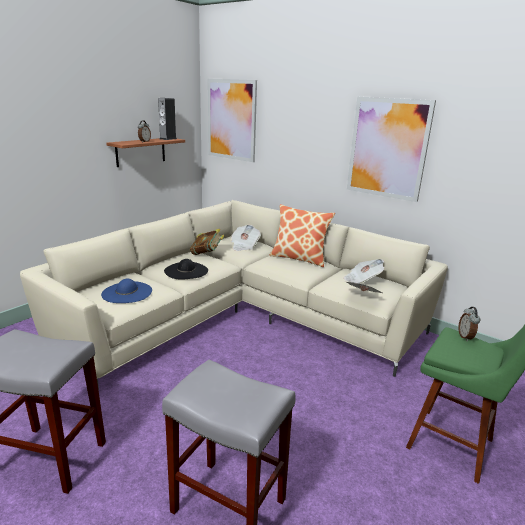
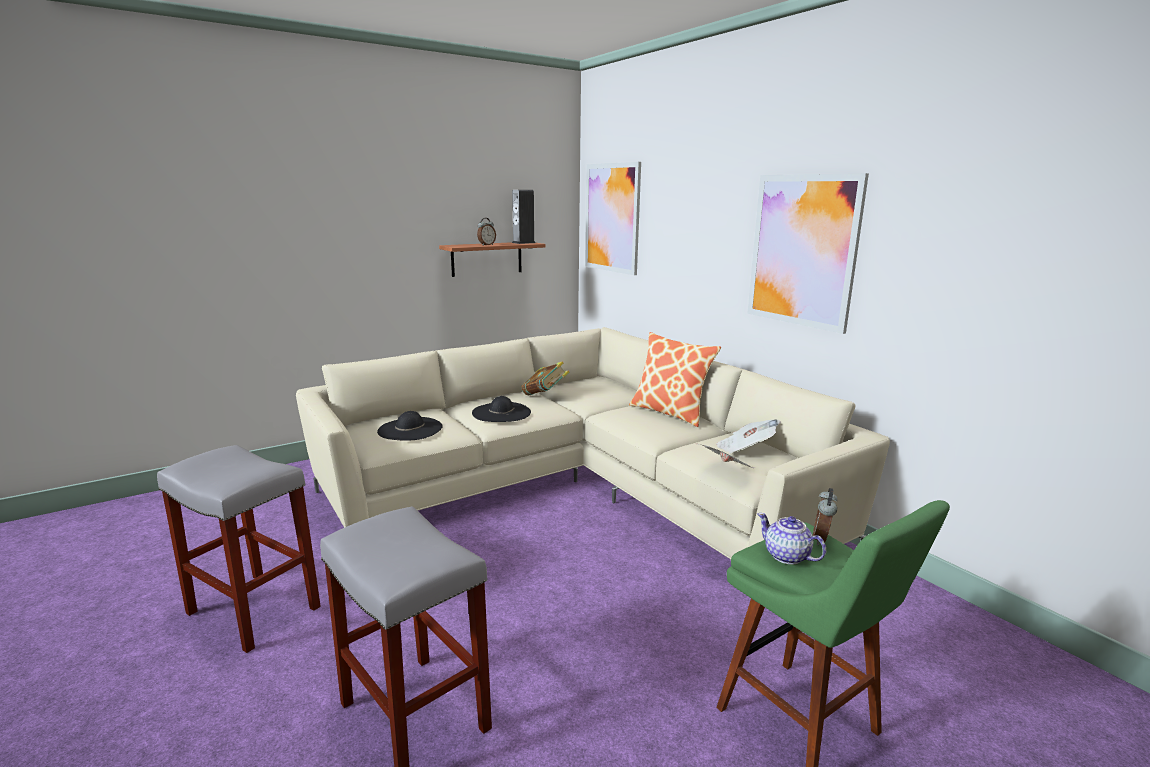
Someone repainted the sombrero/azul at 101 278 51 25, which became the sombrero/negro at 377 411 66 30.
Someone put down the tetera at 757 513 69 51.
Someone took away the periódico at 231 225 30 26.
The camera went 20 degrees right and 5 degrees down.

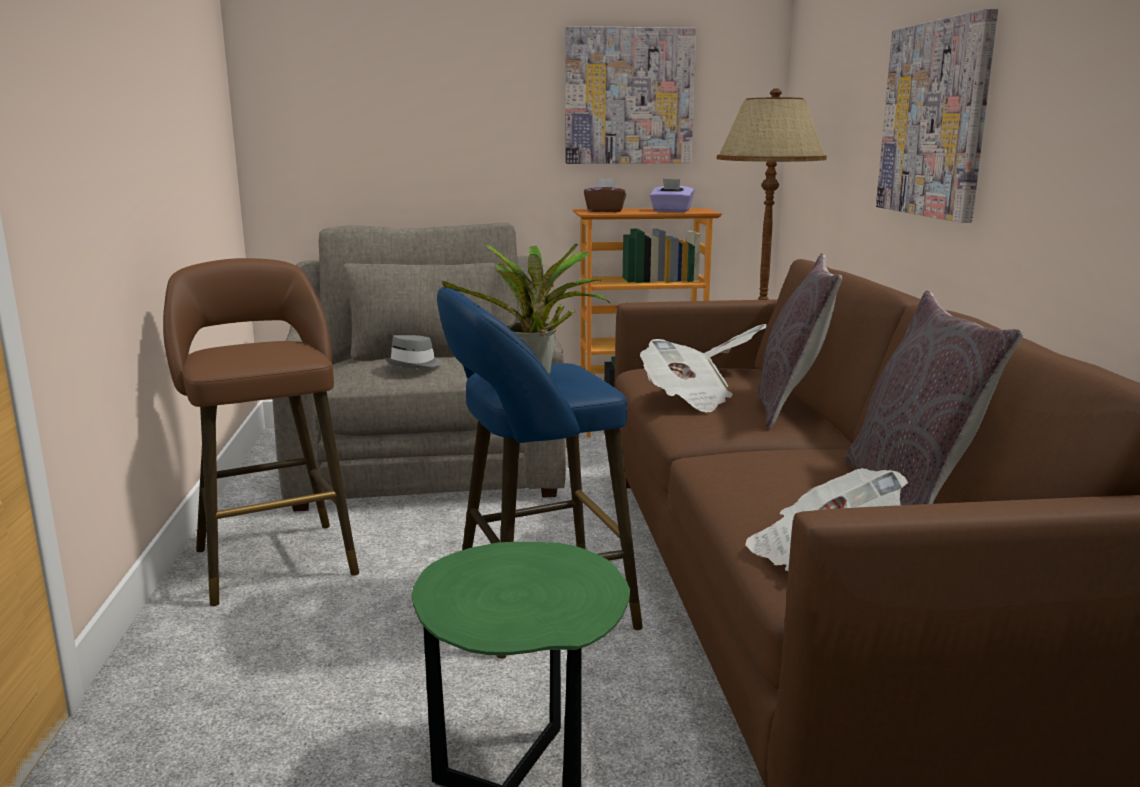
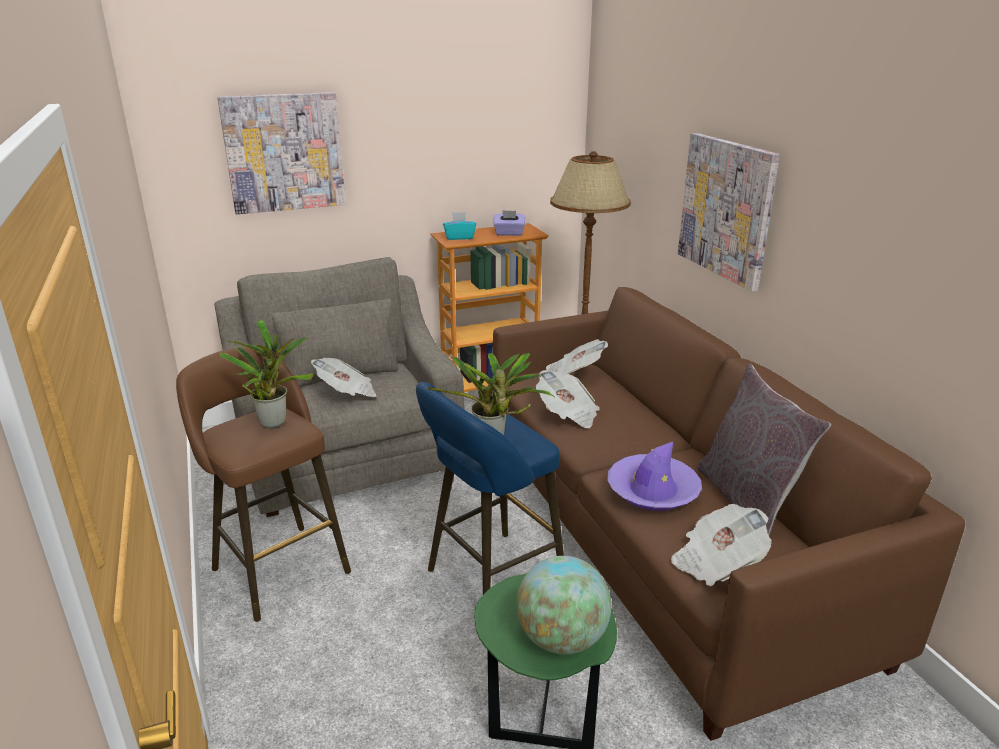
Someone carried the cuadro from 565 26 131 138 to 217 92 129 122.
Someone put down the planta en maceta at 219 319 94 109.
Someone swapped the sombrero/gris at 385 335 58 34 for the periódico at 311 358 66 39.
Someone repainted the caja de pañuelos/marrón at 584 178 42 34, which became the caja de pañuelos/turquesa at 443 212 33 28.
Someone put down the globo terráqueo at 516 556 95 99.
Someone put down the sombrero/morado at 607 442 95 69.
Someone took away the cojín/gris at 758 253 84 175.
The camera went 15 degrees left and 10 degrees up.

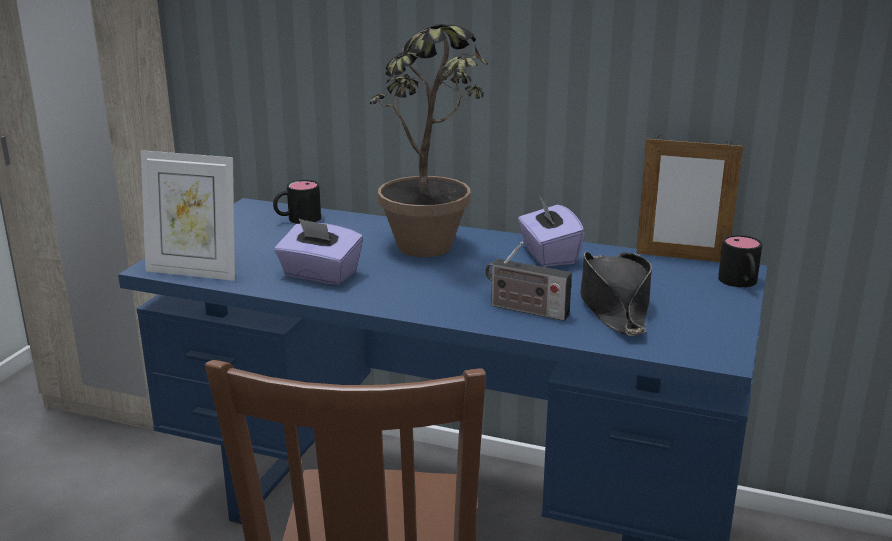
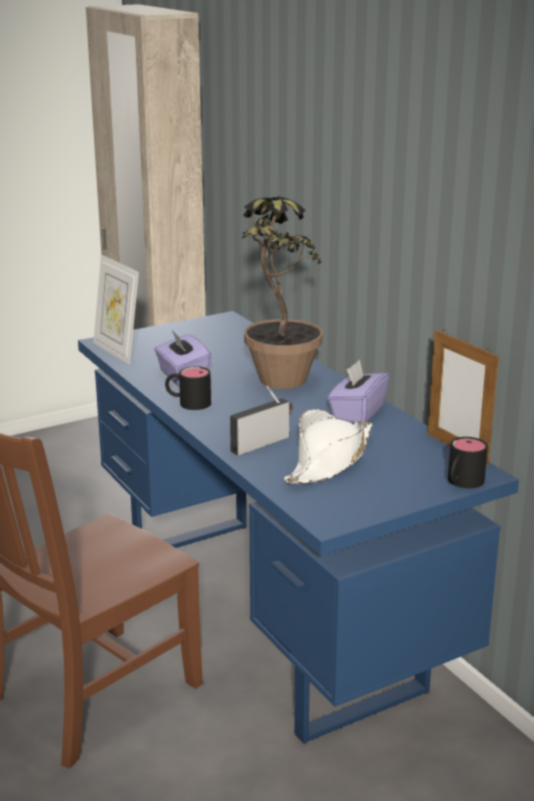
Someone carried the taza grande/negro from 273 180 48 44 to 165 366 46 44.
Someone rotated the radio at 485 242 87 79 by 75 degrees clockwise.
Someone repainted the sombrero/negro at 580 252 72 84, which became the sombrero/blanco at 284 409 88 75.
The camera went 40 degrees right and 0 degrees up.

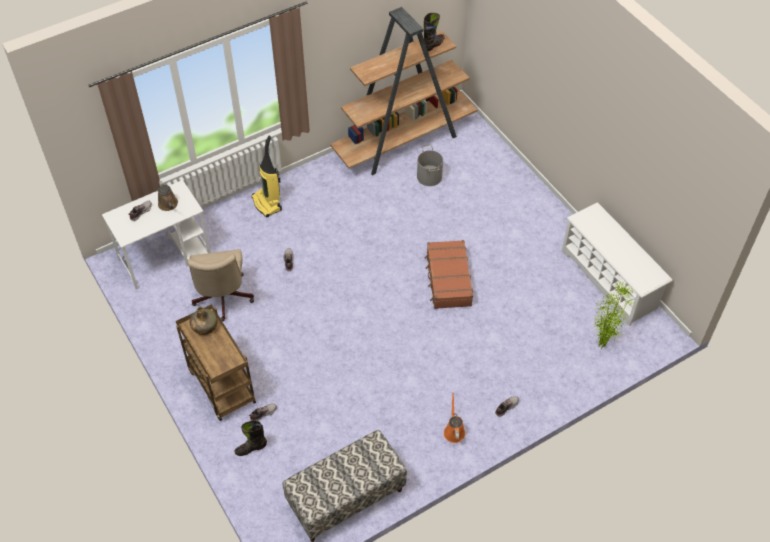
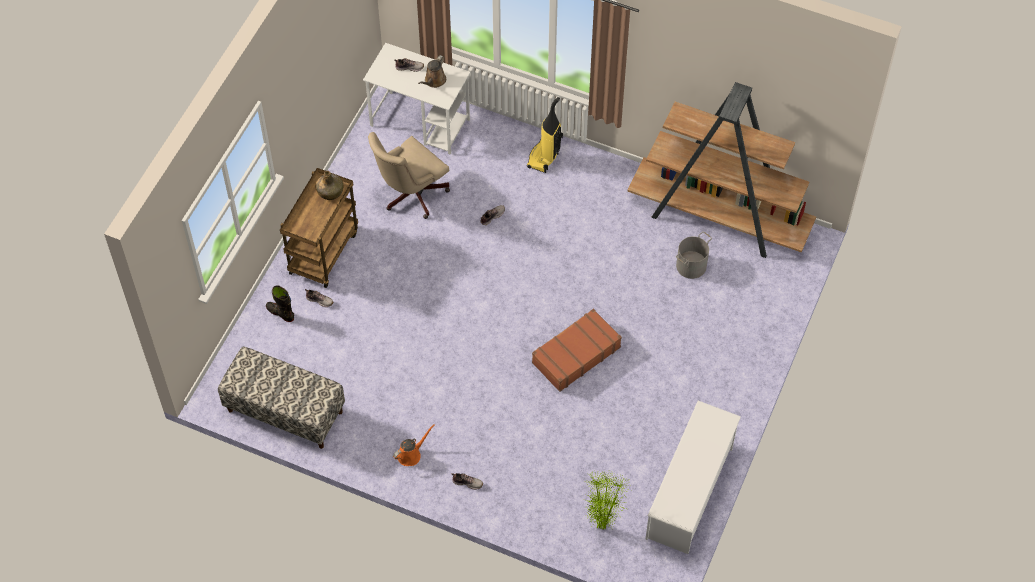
Someone took away the bota/negro at 424 13 20 39.
The camera went 55 degrees right and 5 degrees up.

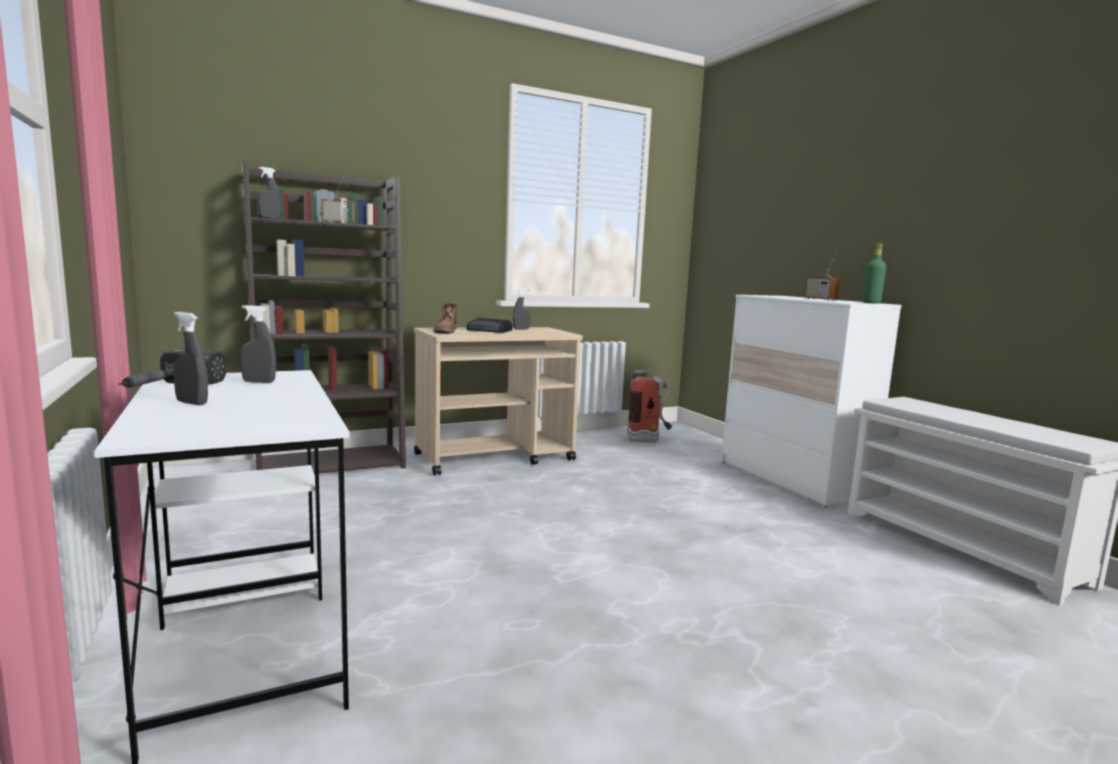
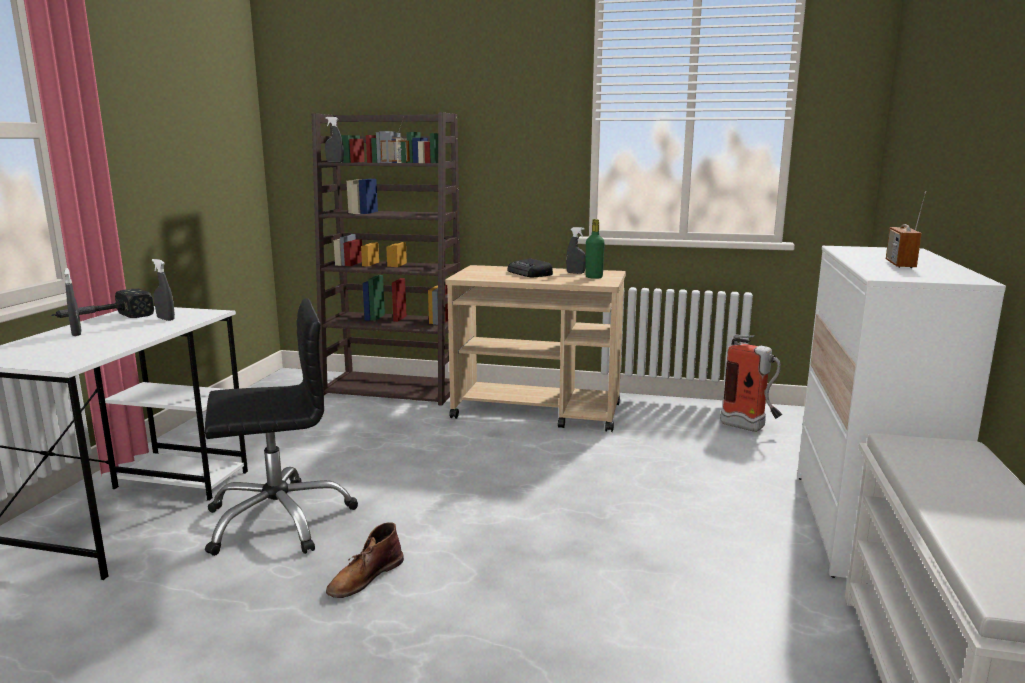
Someone put down the silla de oficina/negro at 205 298 153 258.
Someone carried the bota/marrón from 433 303 24 31 to 326 522 78 76.
Someone carried the botella/verde from 862 243 24 61 to 585 219 20 60.
The camera went 40 degrees right and 5 degrees up.

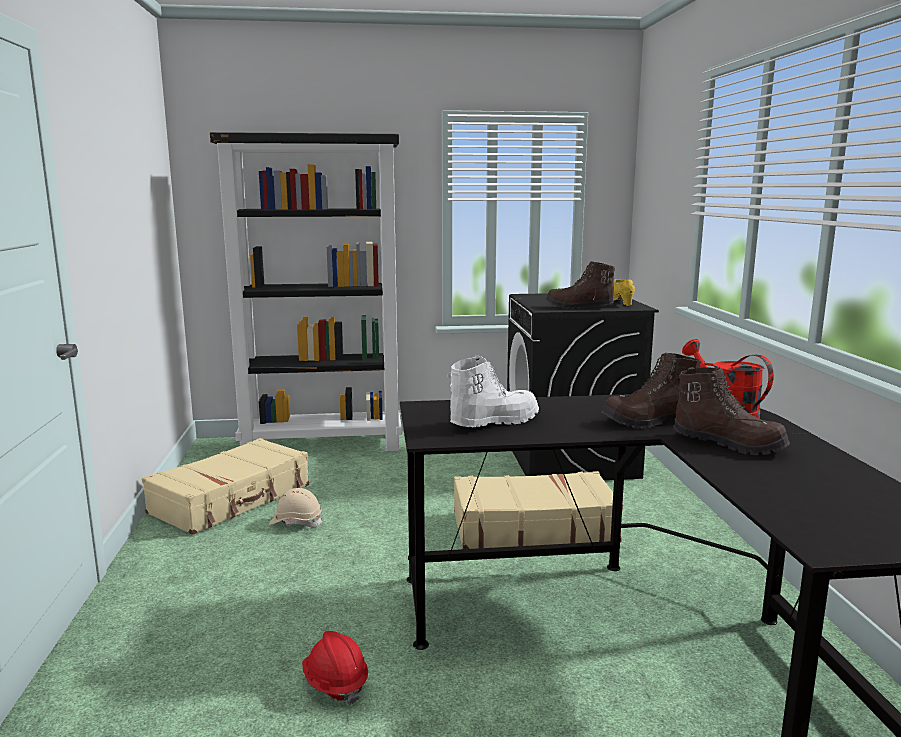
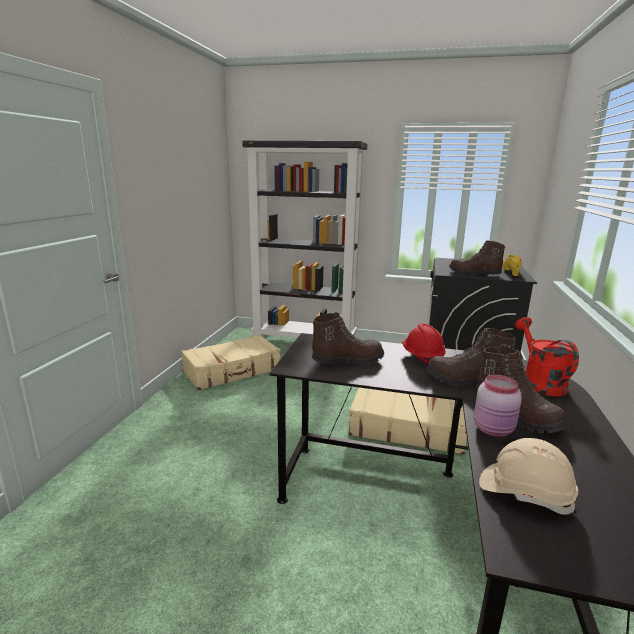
Someone repainted the bota/blanco at 448 356 91 71, which became the bota/marrón at 312 312 72 53.
Someone carried the casco/rojo from 302 631 66 73 to 402 323 44 41.
Someone put down the tarro/rosa at 474 375 48 62.
Someone carried the casco/beis from 269 488 54 39 to 479 438 99 77.
The camera went 20 degrees right and 5 degrees up.

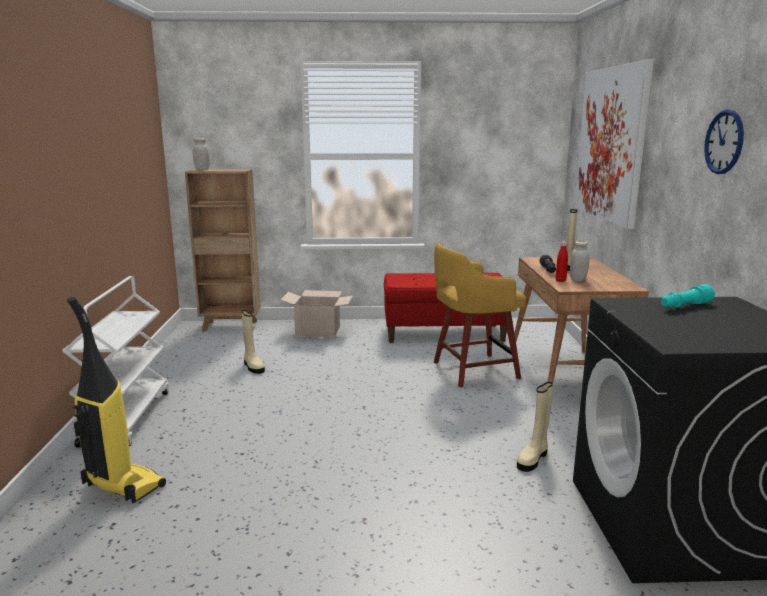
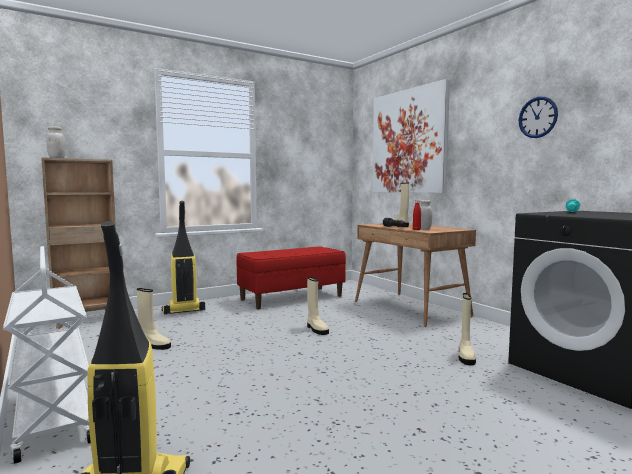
Someone swapped the caja de cartón at 281 290 72 47 for the aspiradora at 162 201 43 114.
Someone put down the bota/beis at 307 277 22 58.
Someone took away the taburete/amarillo at 434 243 92 144.
The camera went 30 degrees left and 10 degrees down.

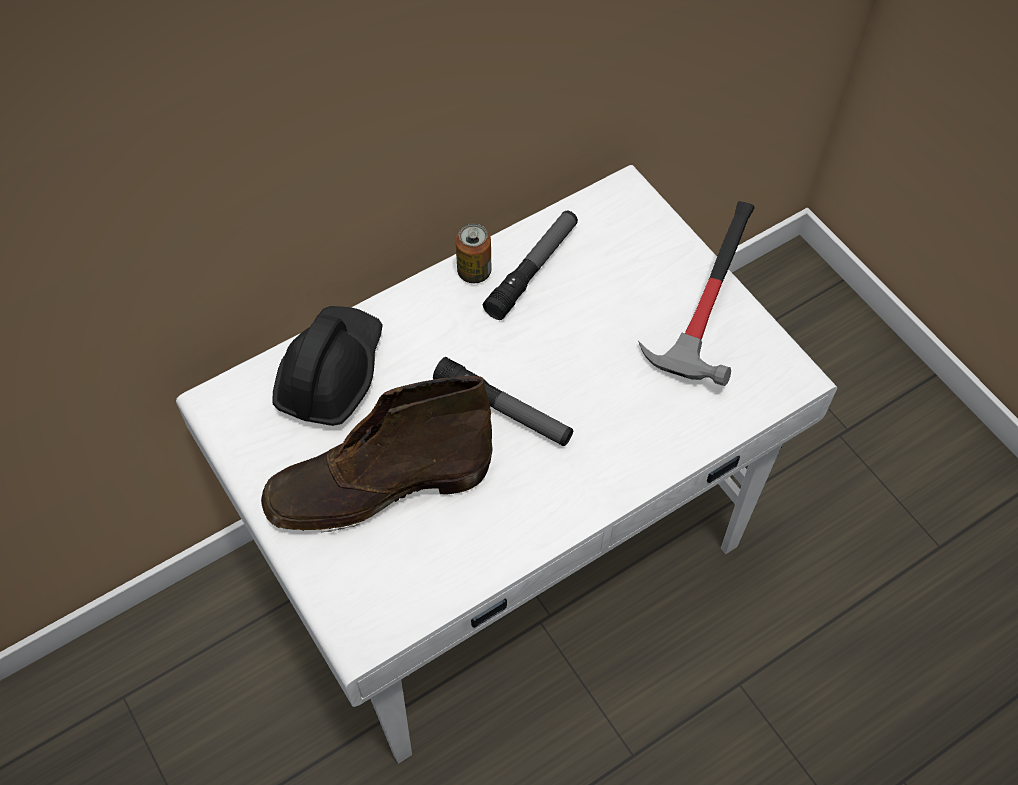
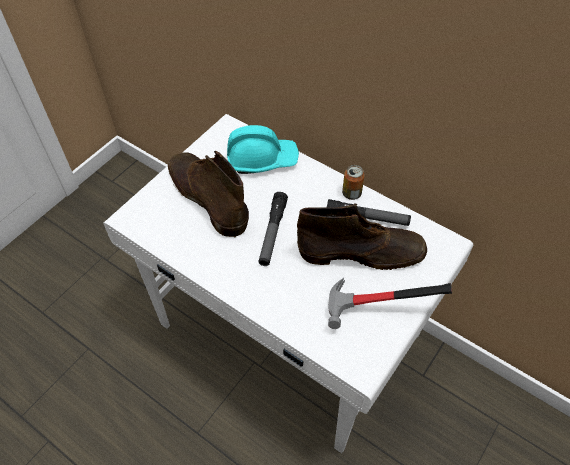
Someone repainted the casco/negro at 272 306 111 120, which became the casco/turquesa at 227 125 72 49.
Someone put down the bota/marrón at 297 203 130 67.
The camera went 70 degrees right and 5 degrees down.

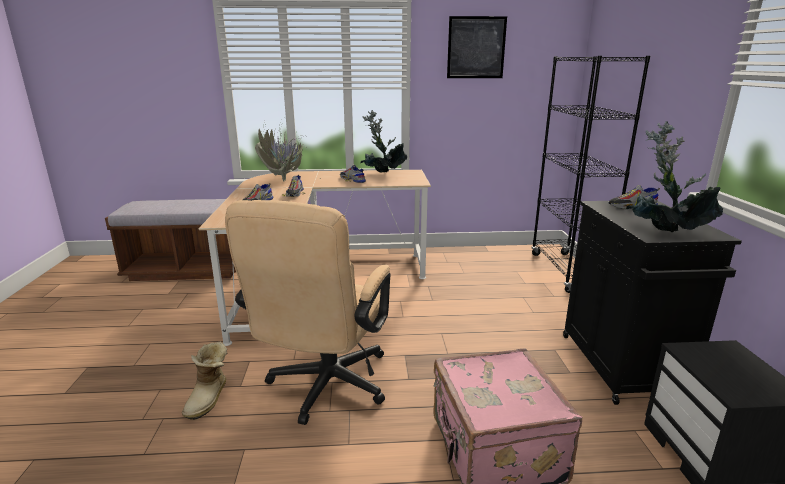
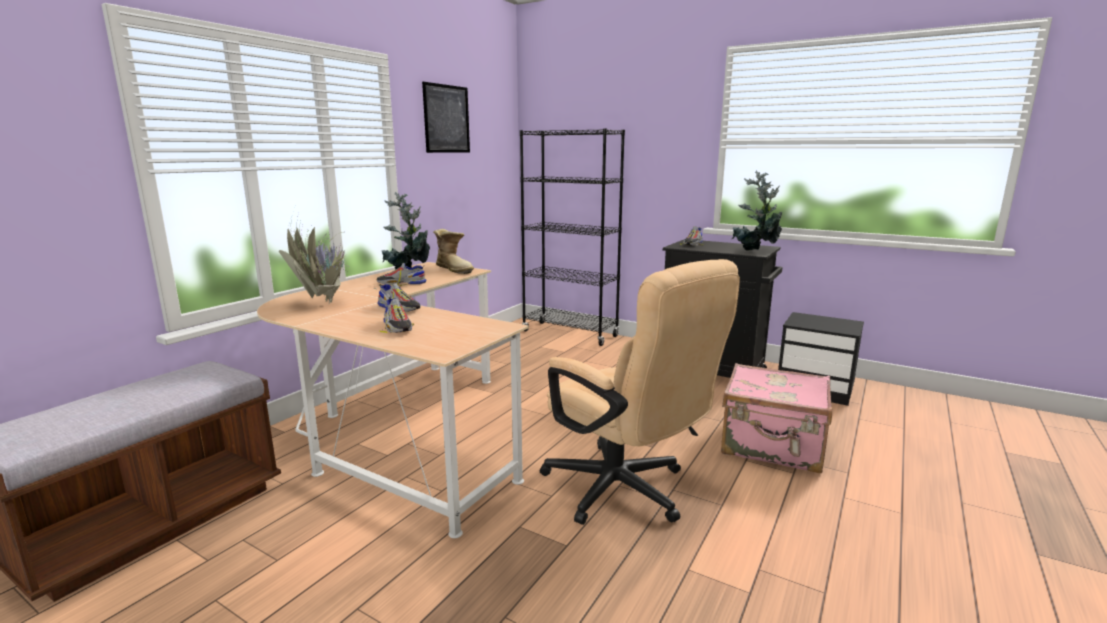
Someone carried the bota from 182 341 46 79 to 433 229 41 45.
The camera went 55 degrees left and 5 degrees down.

